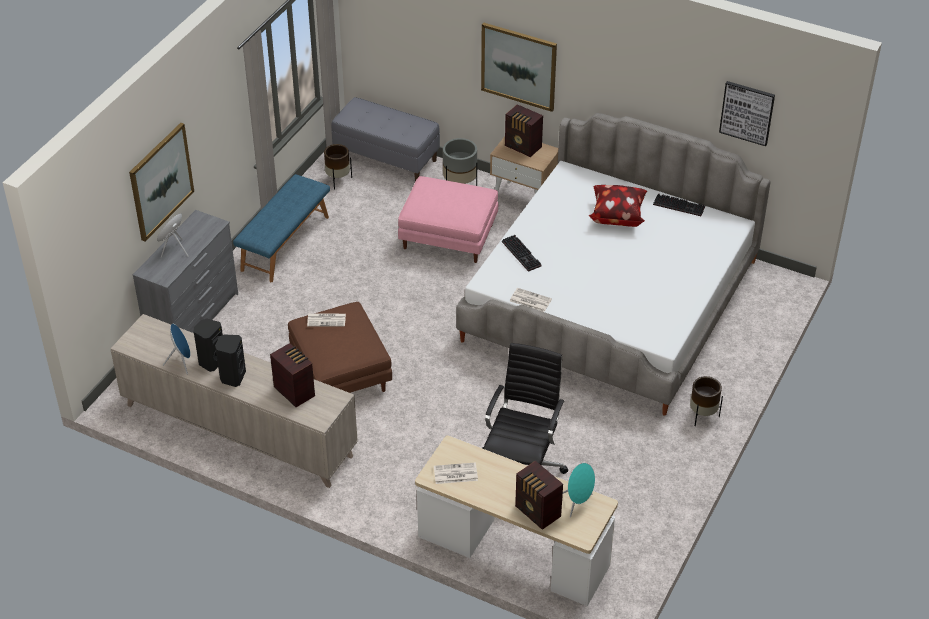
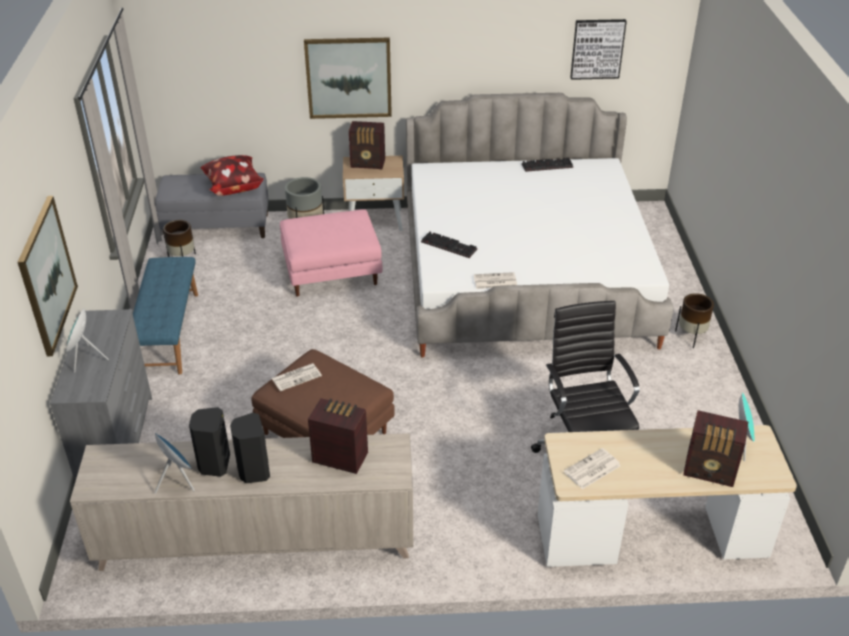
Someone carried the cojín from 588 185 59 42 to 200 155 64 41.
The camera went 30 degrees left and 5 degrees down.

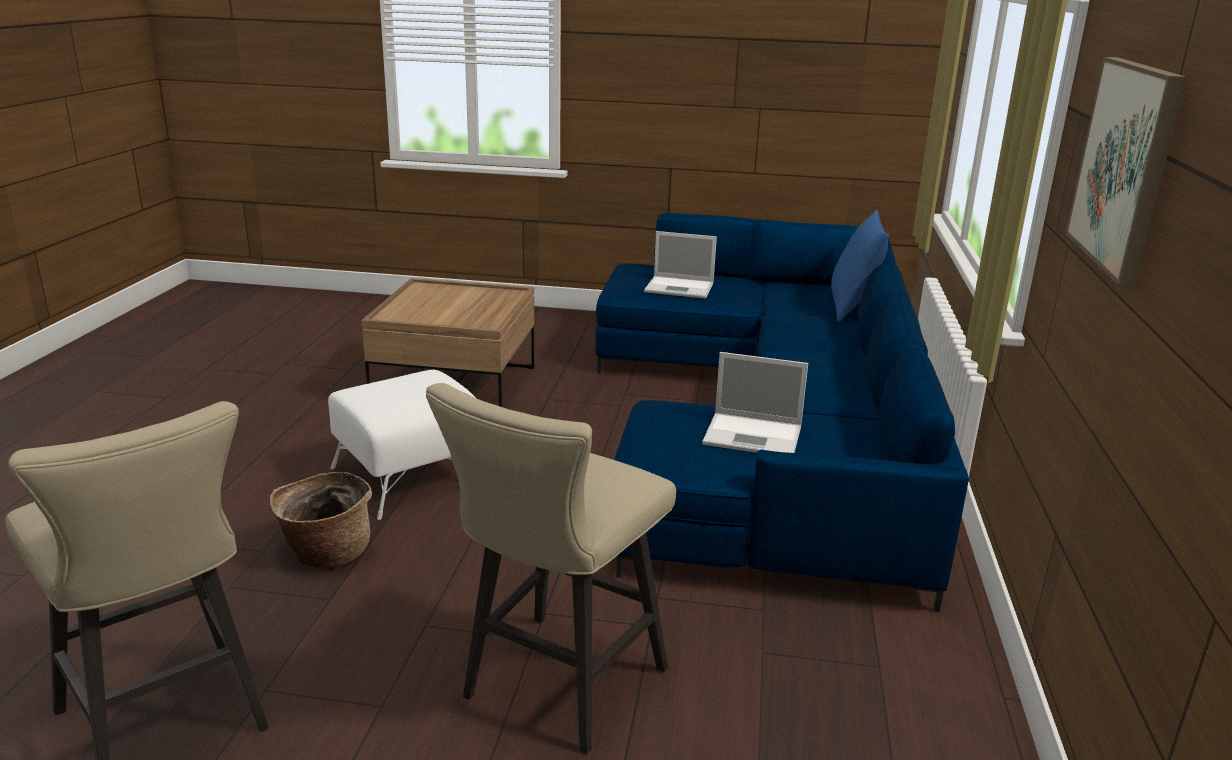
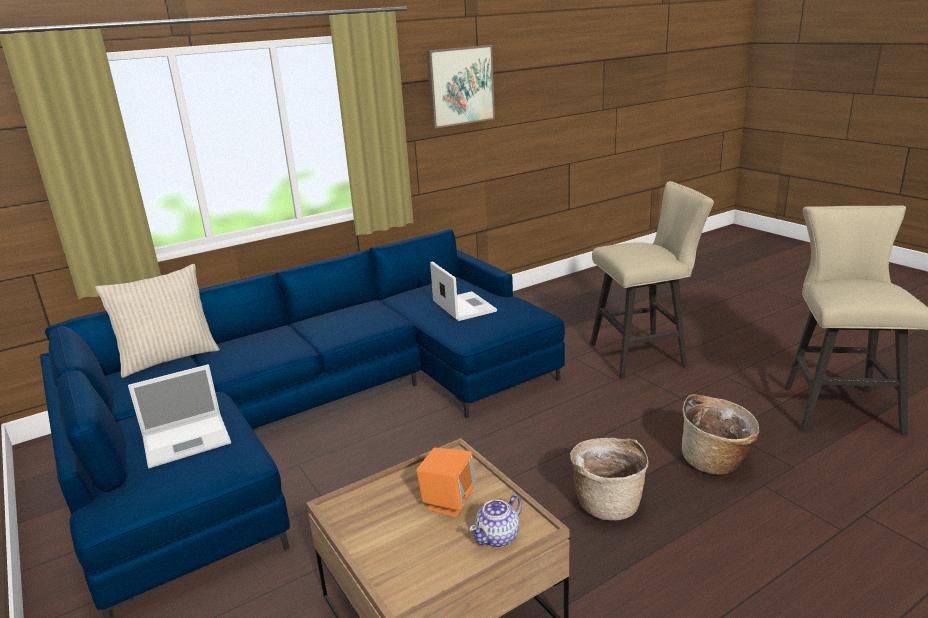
Someone repainted the cojín/azul at 831 210 58 112, which became the cojín/beis at 95 264 125 114.
Someone rotated the portátil at 644 231 73 68 by 90 degrees clockwise.
Someone put down the altavoz/naranja at 416 448 61 70.
Someone put down the tetera at 469 495 53 52.
Someone swapped the puf/blanco at 328 370 148 150 for the cesta at 570 437 78 84.
The camera went 130 degrees left and 0 degrees up.

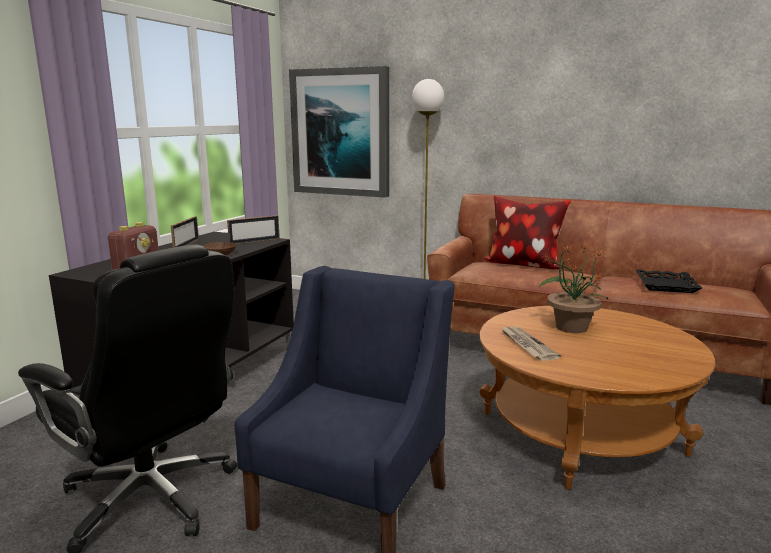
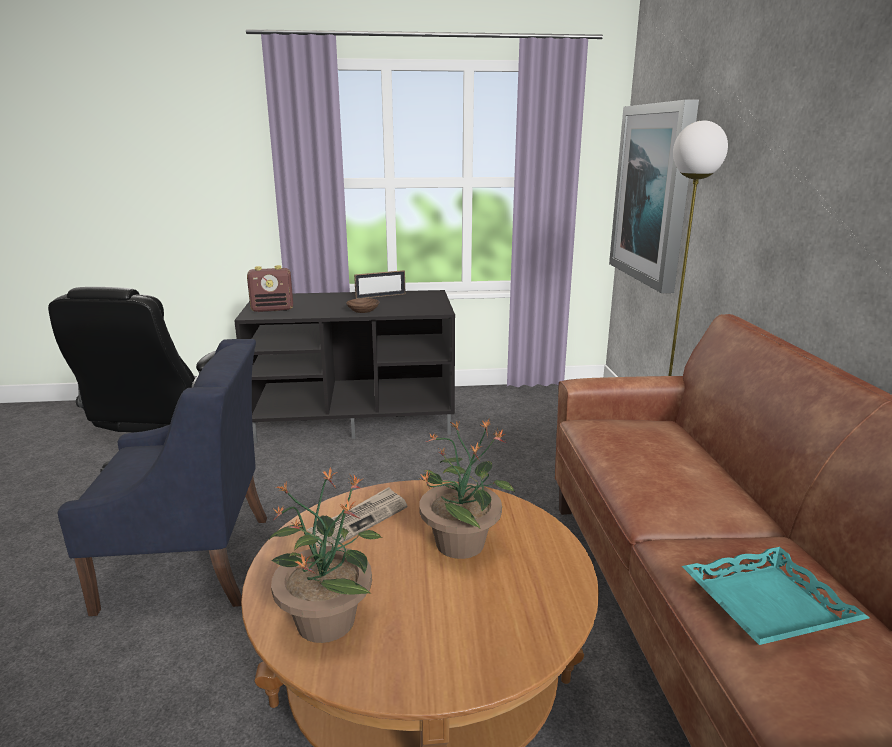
Someone put down the planta en maceta at 269 467 113 176.
Someone repainted the bandeja/negro at 636 269 66 24, which became the bandeja/turquesa at 682 547 187 98.
Someone took away the portarretratos at 227 215 53 29.
Someone took away the cojín at 484 196 87 73.
The camera went 60 degrees right and 5 degrees up.

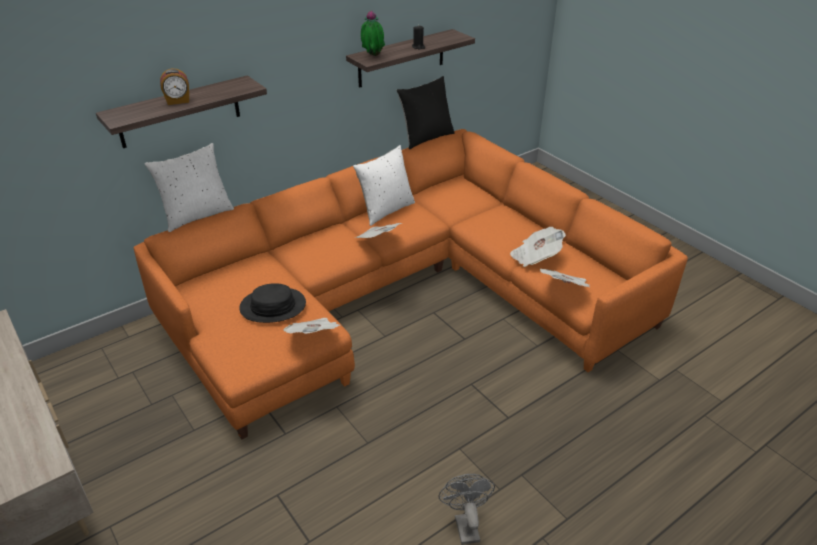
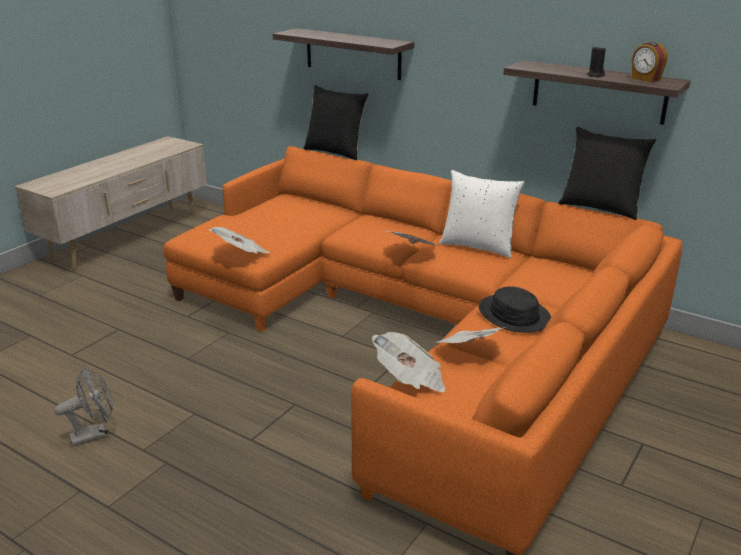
Someone repainted the cojín/blanco at 144 143 90 89, which became the cojín/negro at 304 85 65 75.
Someone carried the sombrero/negro from 239 283 67 40 to 479 287 72 46.
Someone carried the despertador from 160 68 29 37 to 632 41 35 41.
Someone took away the planta en maceta at 361 10 24 46.
The camera went 70 degrees right and 10 degrees down.

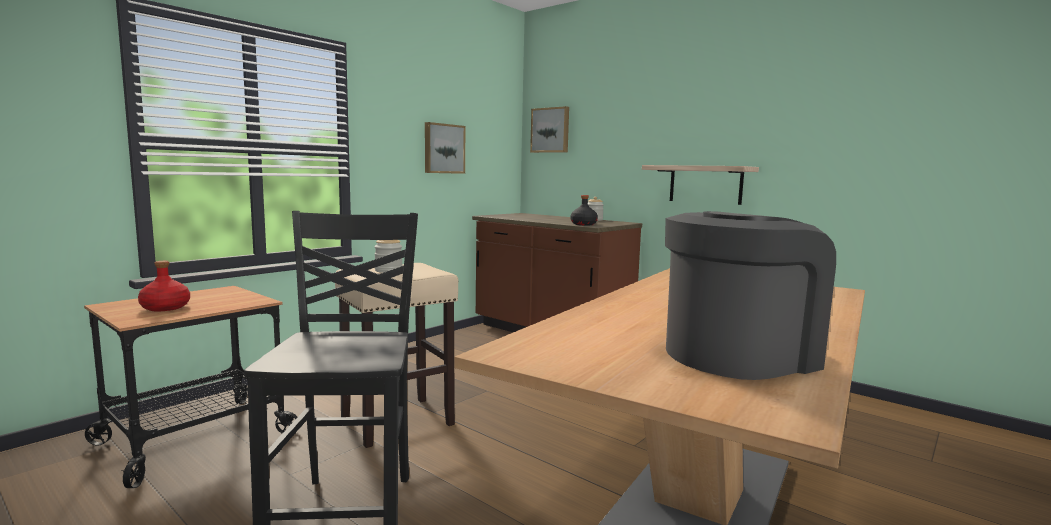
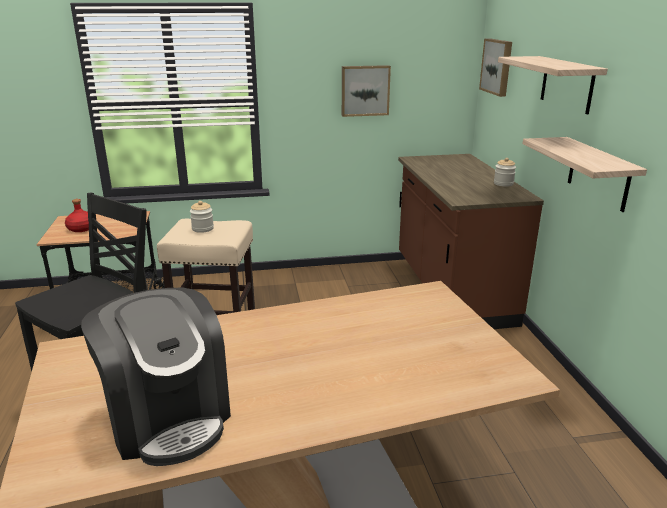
Someone rotated the cafetera at 665 211 171 169 by 45 degrees clockwise.
Someone put up the estante at 498 56 110 58.
Someone took away the botella/negro at 570 195 28 30.
The camera went 40 degrees right and 15 degrees up.

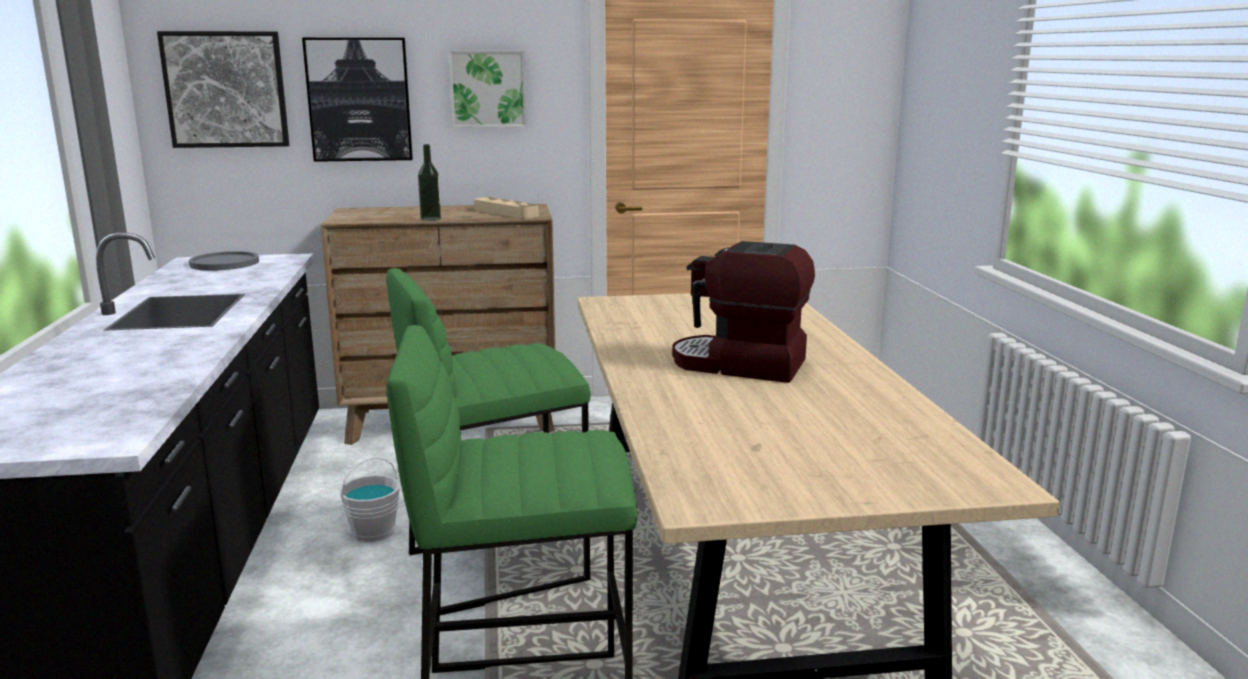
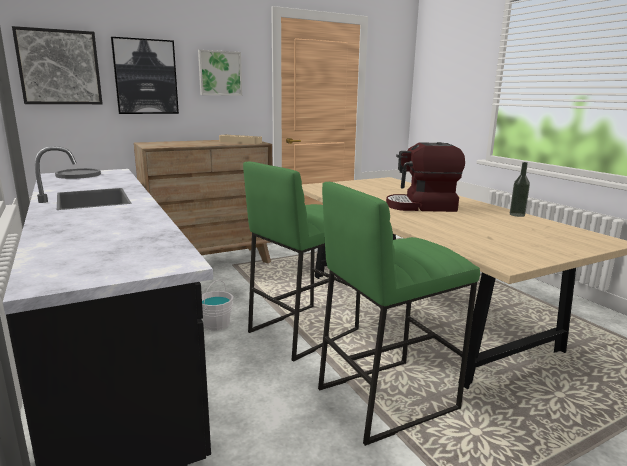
Someone carried the botella from 418 144 23 77 to 510 162 20 55.
The camera went 20 degrees left and 0 degrees up.

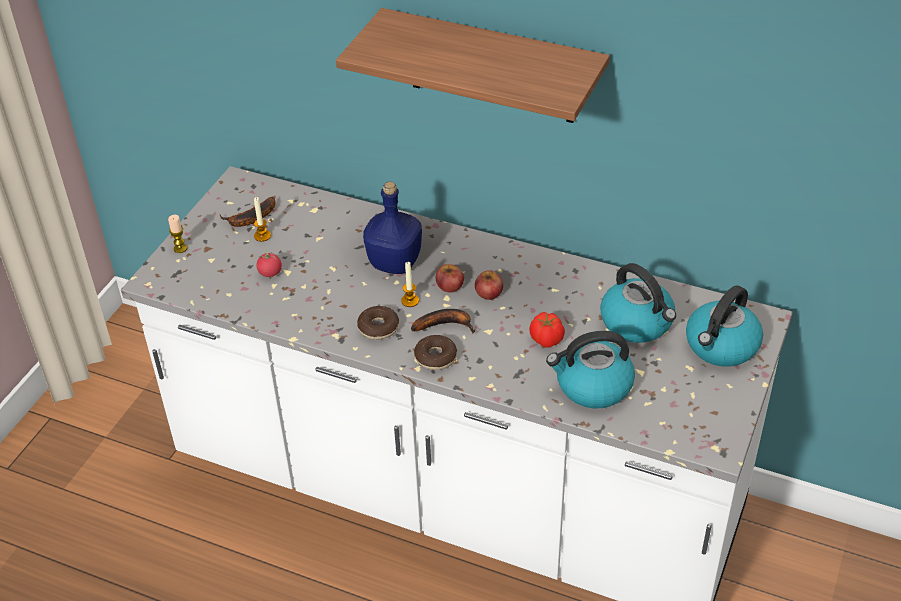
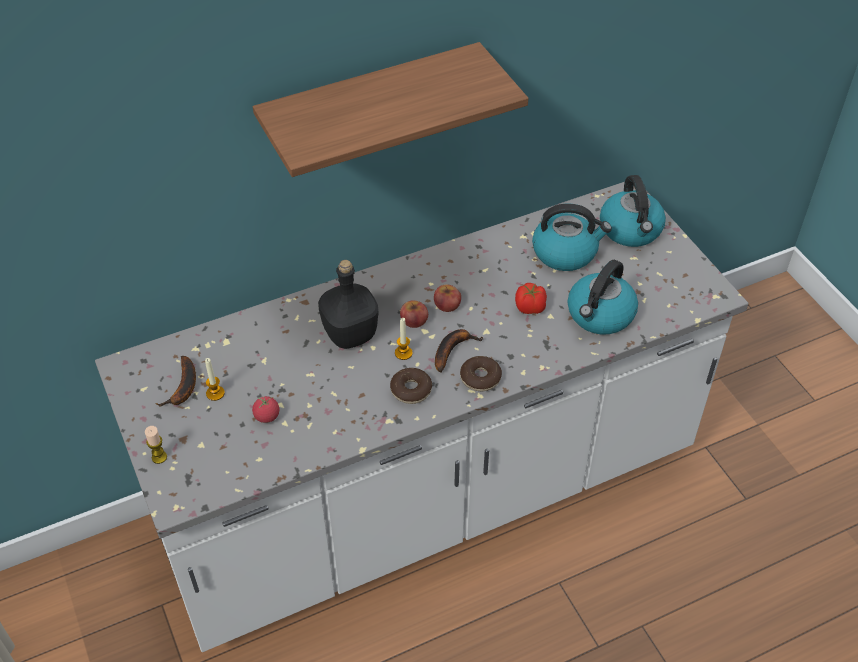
Someone repainted the botella/azul at 363 182 59 92, which became the botella/negro at 318 260 61 89.
The camera went 50 degrees left and 5 degrees up.

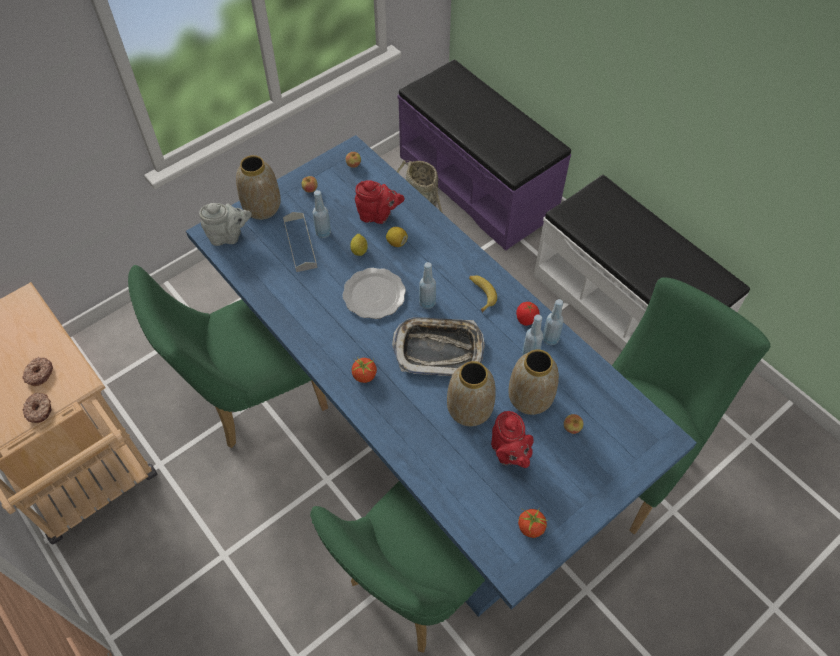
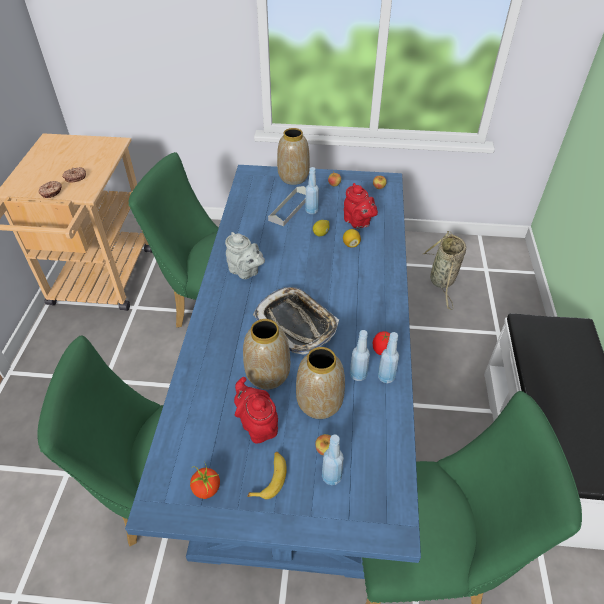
Someone carried the tetera/gris from 199 203 53 43 to 225 232 40 47.
Someone rotated the tetera/rojo at 491 411 43 57 by 120 degrees clockwise.
Someone carried the plátano from 469 275 28 37 to 247 452 40 47.
Someone carried the botella/azul from 419 262 17 47 to 322 434 22 51.
Someone took away the plato at 342 268 64 51.
Someone took away the tomate at 352 358 25 25.
Someone took away the banco/morado at 398 59 173 192.
The camera went 45 degrees right and 10 degrees down.

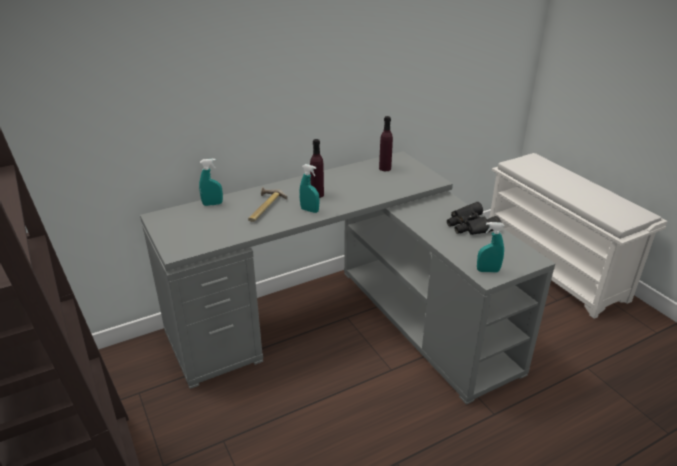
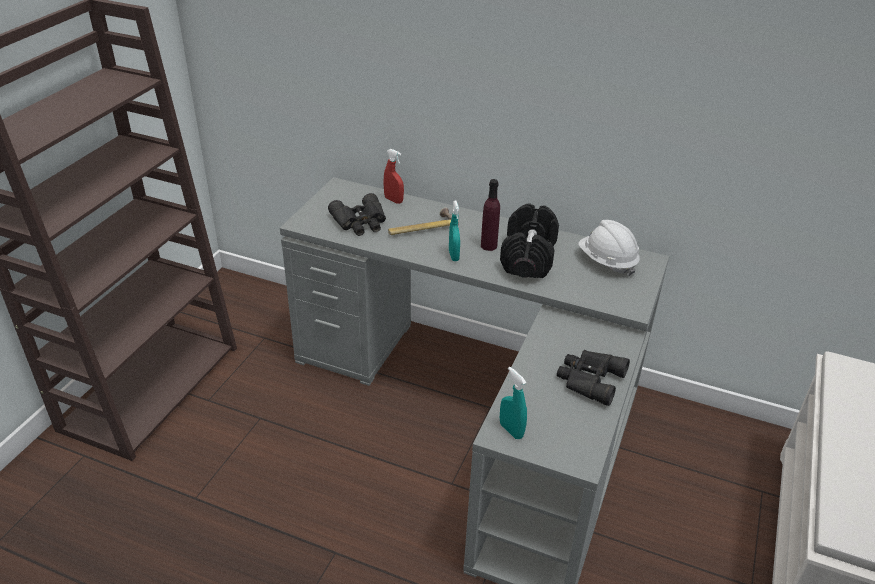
Someone put down the prismáticos/negro at 328 193 58 43.
Someone repainted the pulverizador/turquesa at 199 158 24 48, which became the pulverizador/rojo at 384 149 20 55.
Someone put down the mancuerna/negro at 500 204 59 74.
Someone swapped the botella/morado at 379 116 14 55 for the casco/blanco at 578 220 62 56.
The camera went 50 degrees right and 5 degrees up.

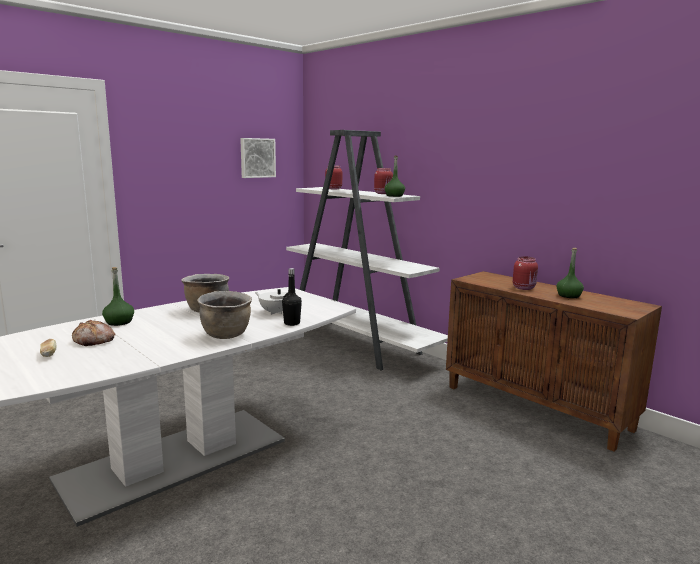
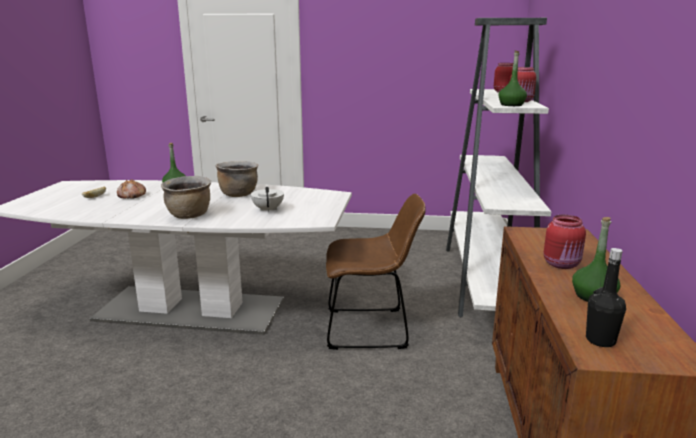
Someone put down the silla/marrón at 326 194 100 156.
Someone carried the botella/negro from 282 268 20 58 to 586 248 40 99.
Someone took away the cuadro at 240 138 36 40.
The camera went 50 degrees right and 5 degrees up.

